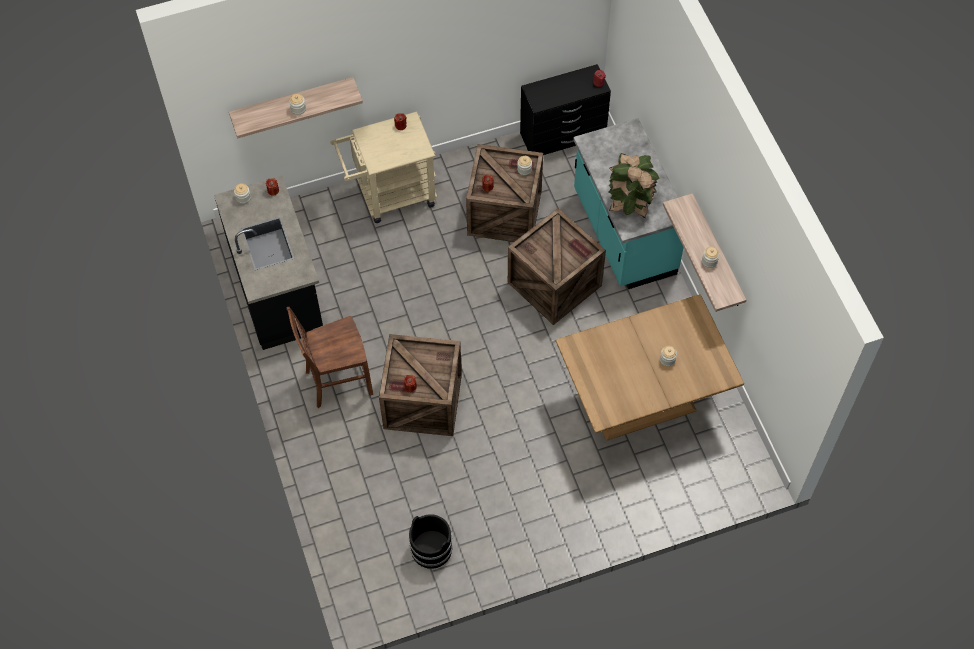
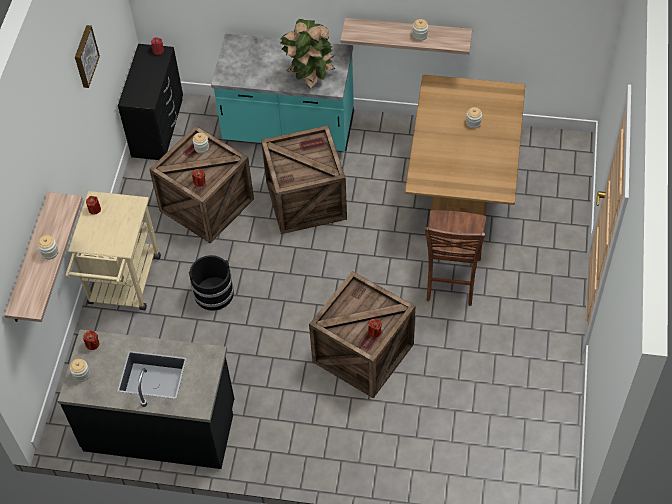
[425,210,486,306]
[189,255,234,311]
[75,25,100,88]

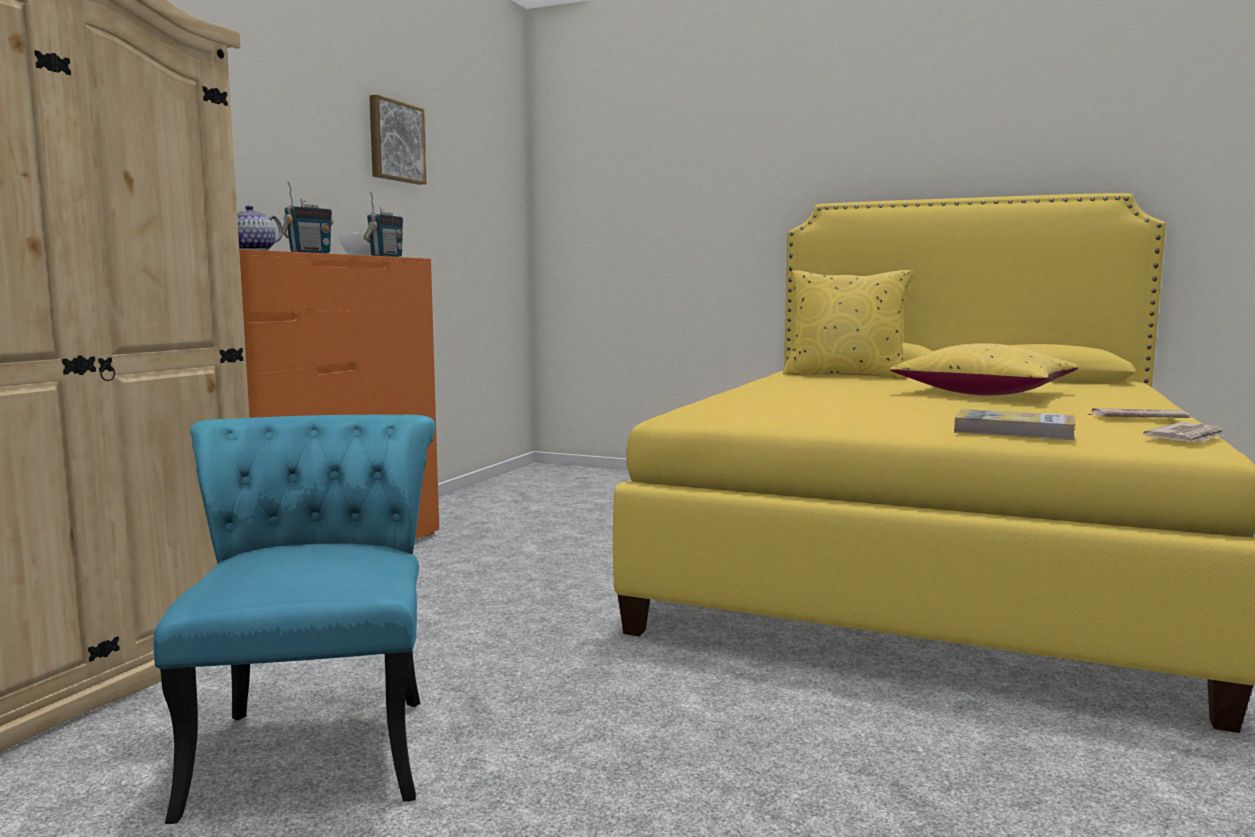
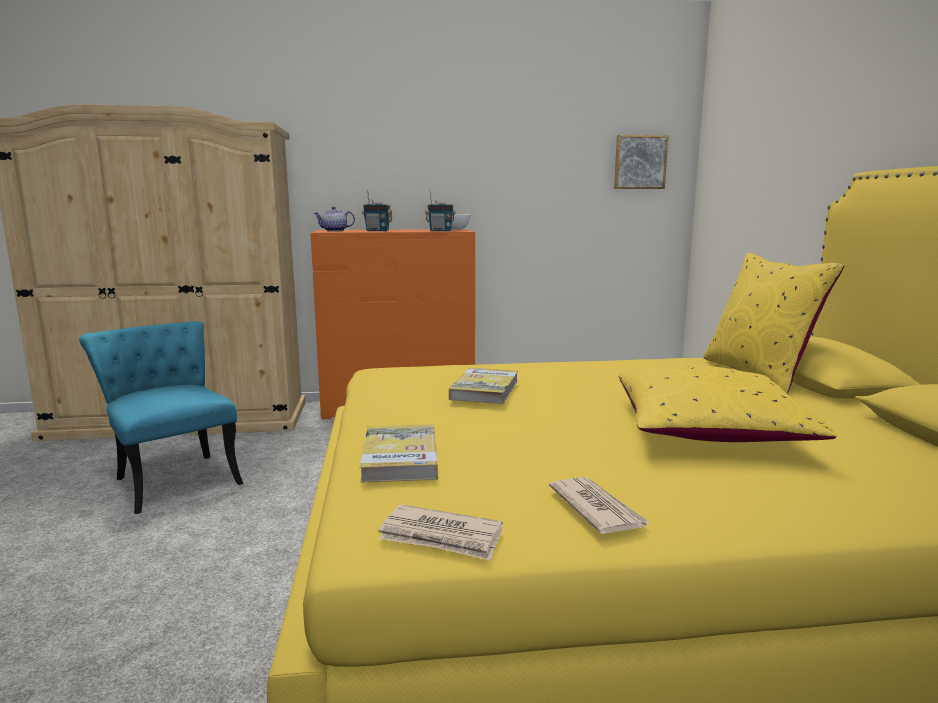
[79,321,244,514]
[614,135,668,189]
[449,368,518,404]

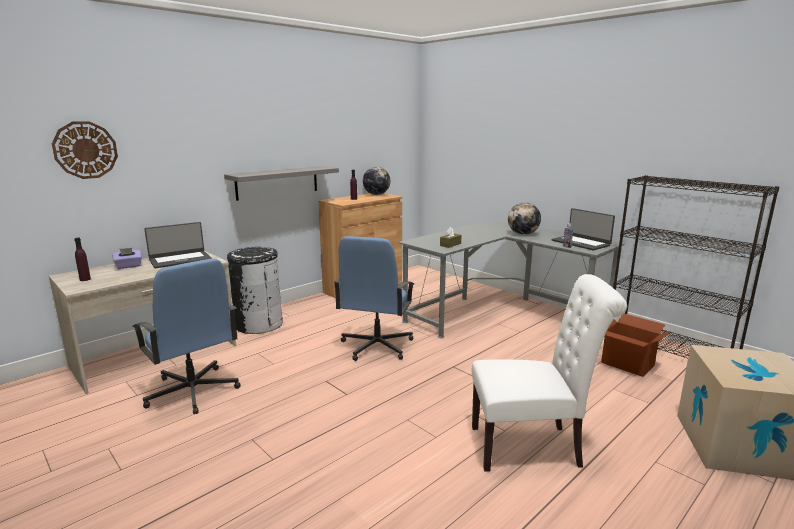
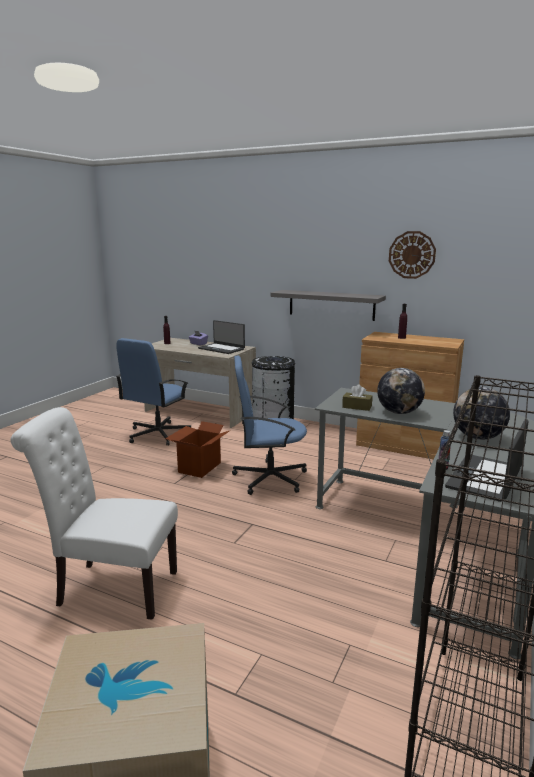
[389,231,436,279]
[377,368,425,414]
[10,407,178,620]
[165,421,229,478]

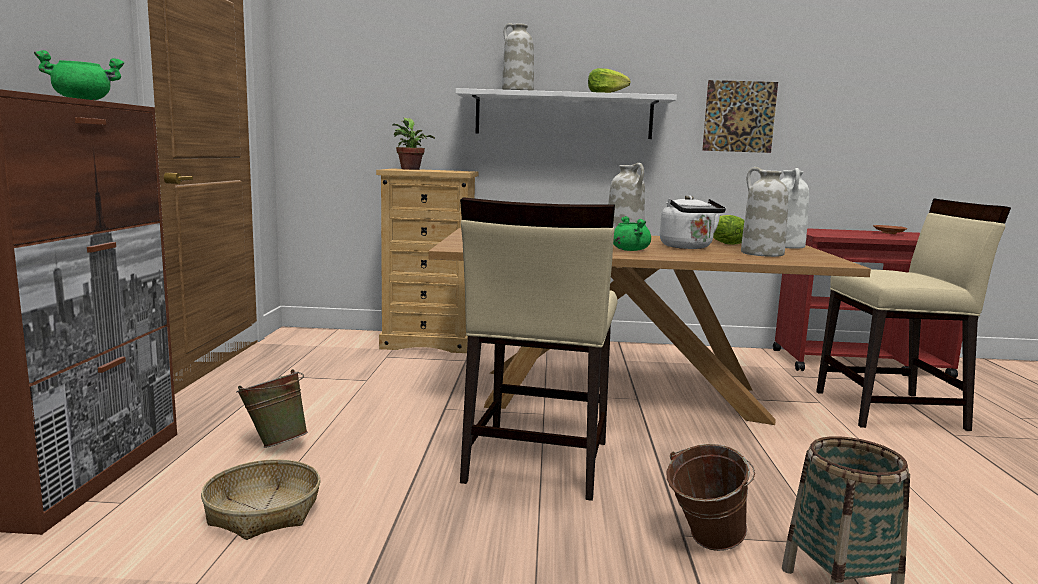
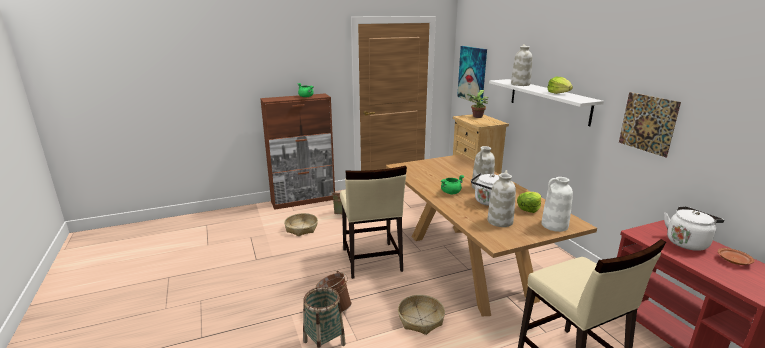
[340,166,407,279]
[398,295,445,335]
[457,46,487,104]
[664,206,724,251]

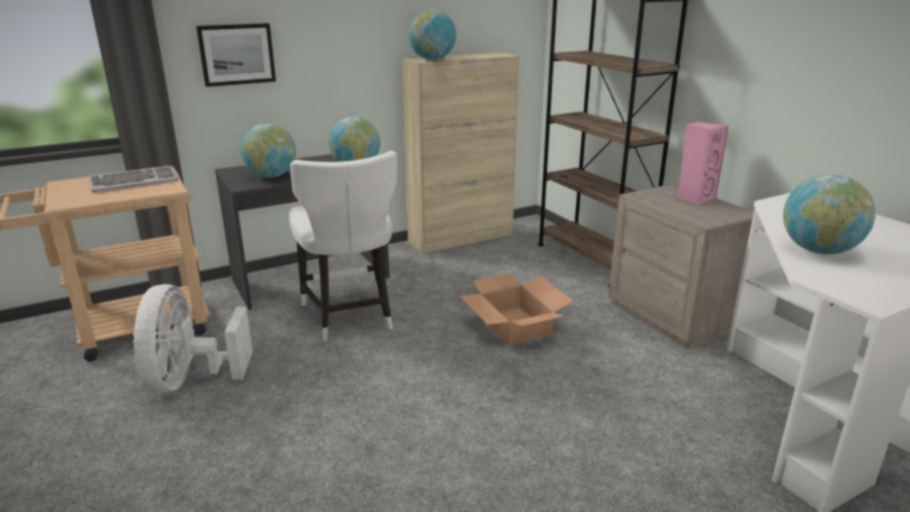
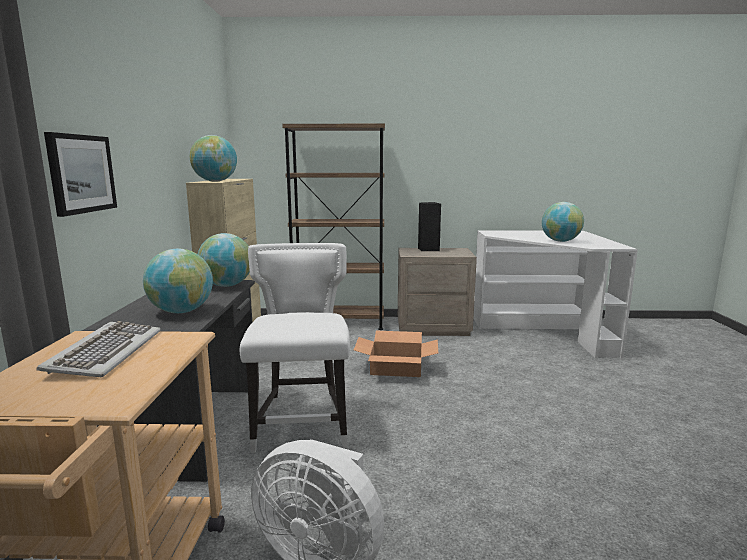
[240,243,350,453]
[418,202,441,251]

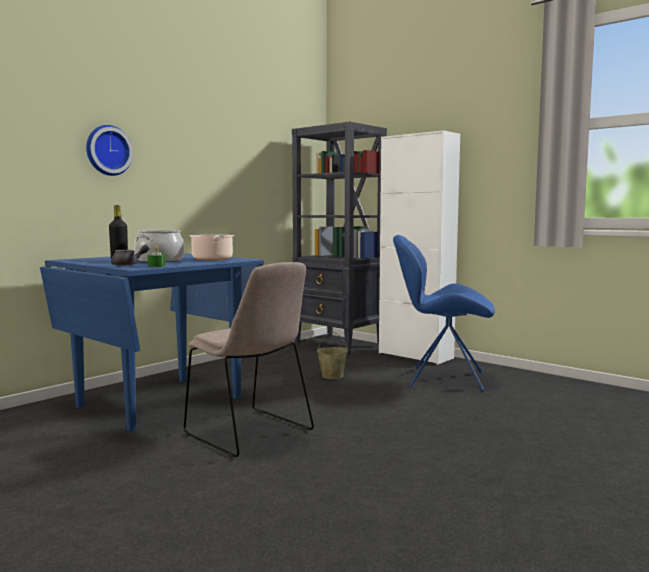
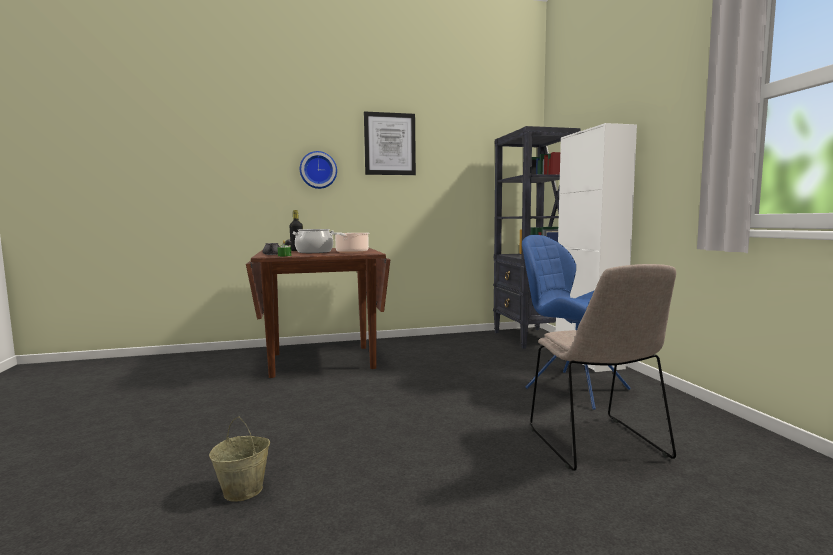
[246,248,390,378]
[530,264,676,471]
[209,417,270,502]
[364,112,416,175]

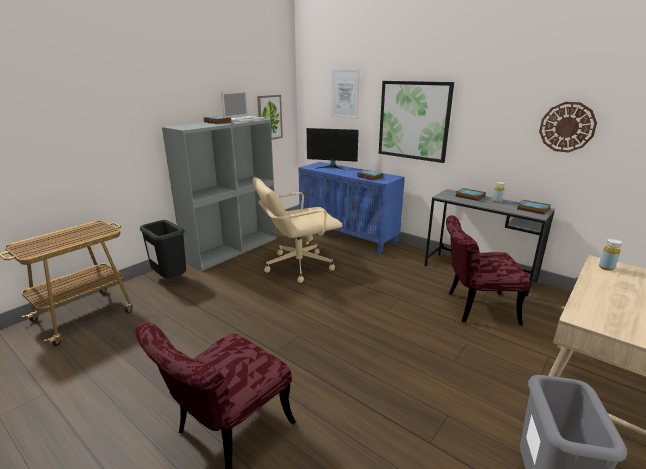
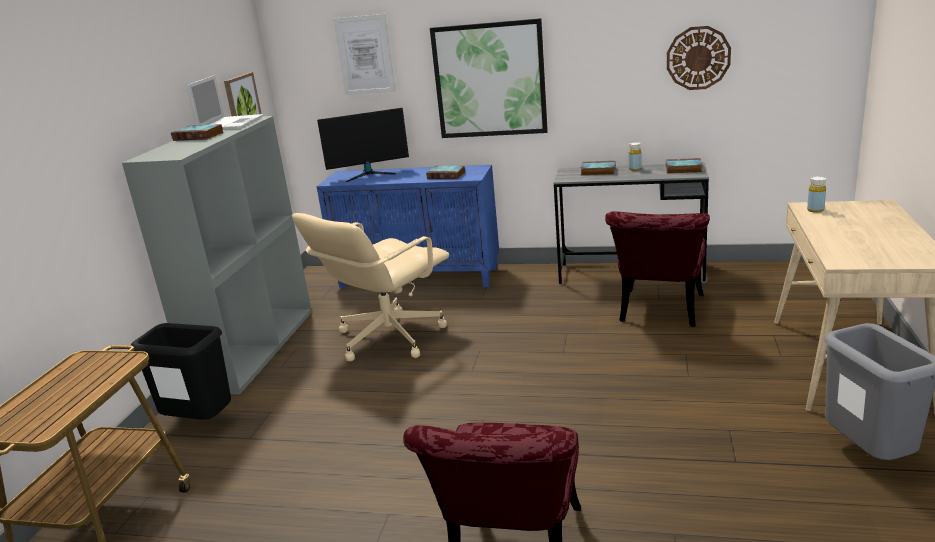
[605,212,710,327]

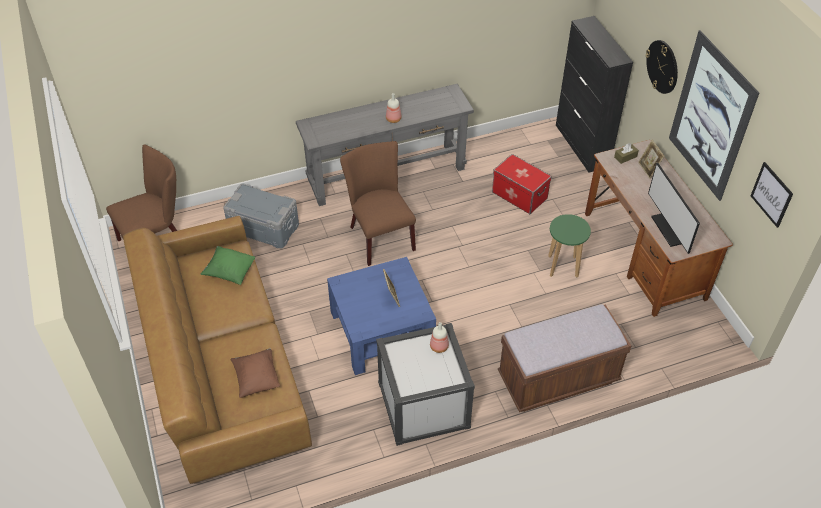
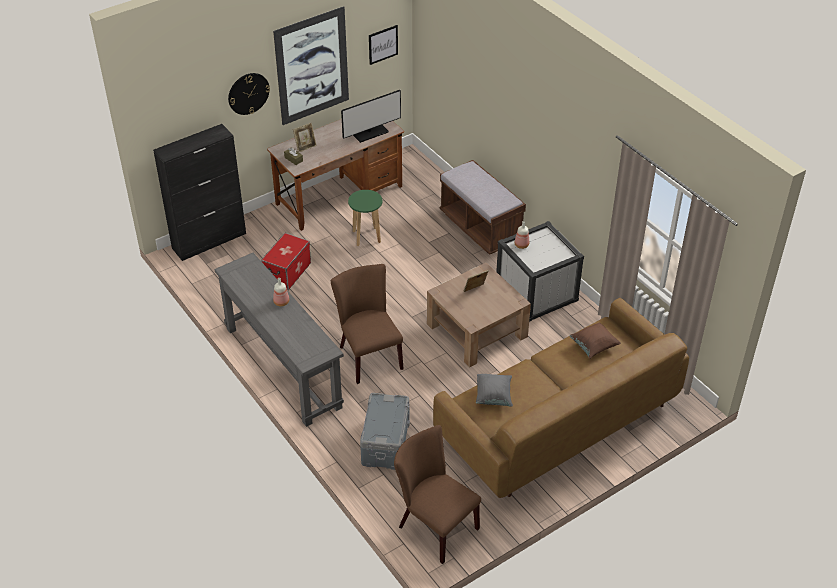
[476,374,513,407]
[427,263,531,367]
[331,264,404,384]

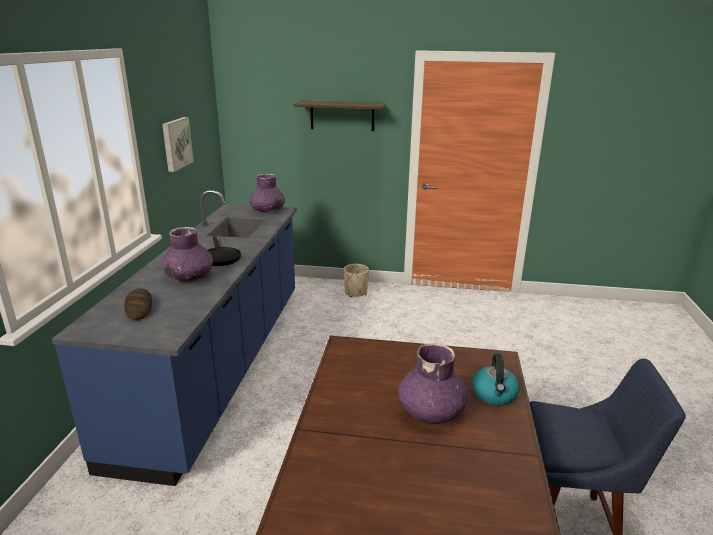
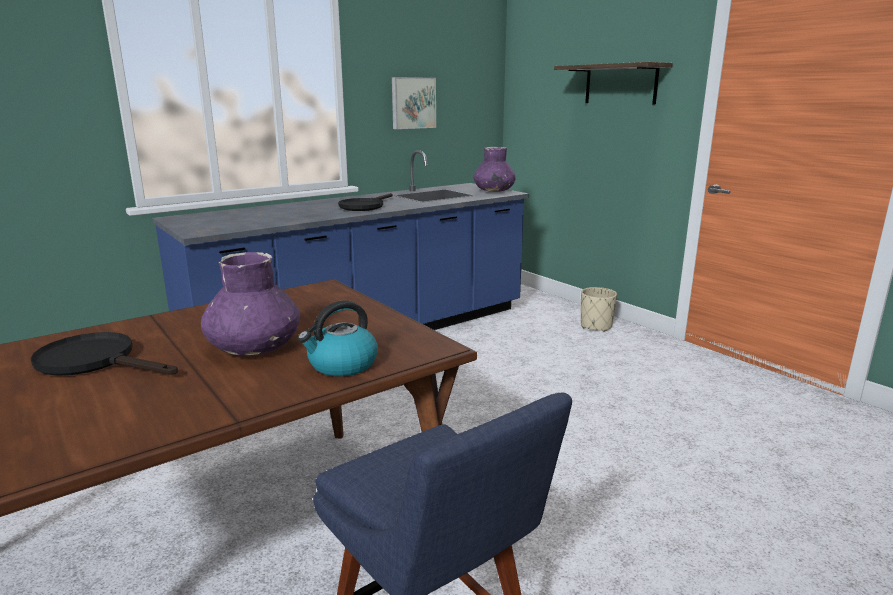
[125,288,152,320] (first image)
[161,227,213,282] (first image)
[31,332,178,376]

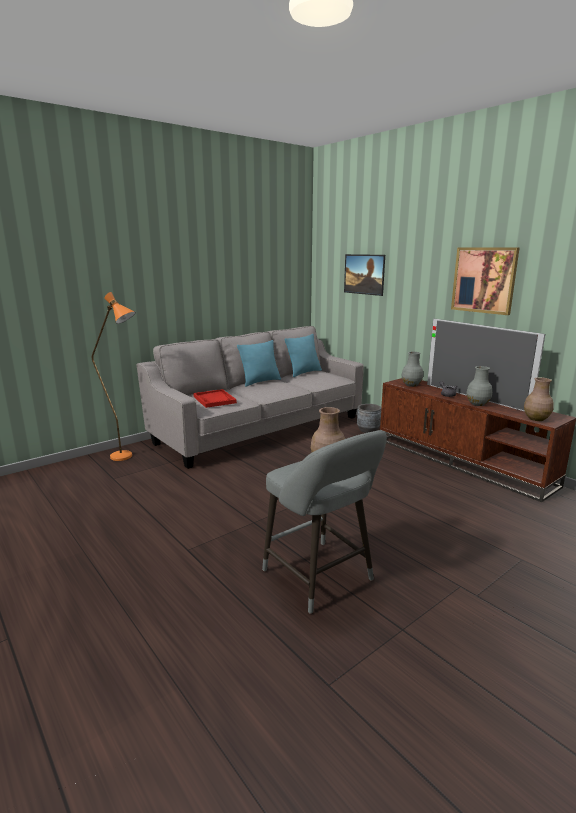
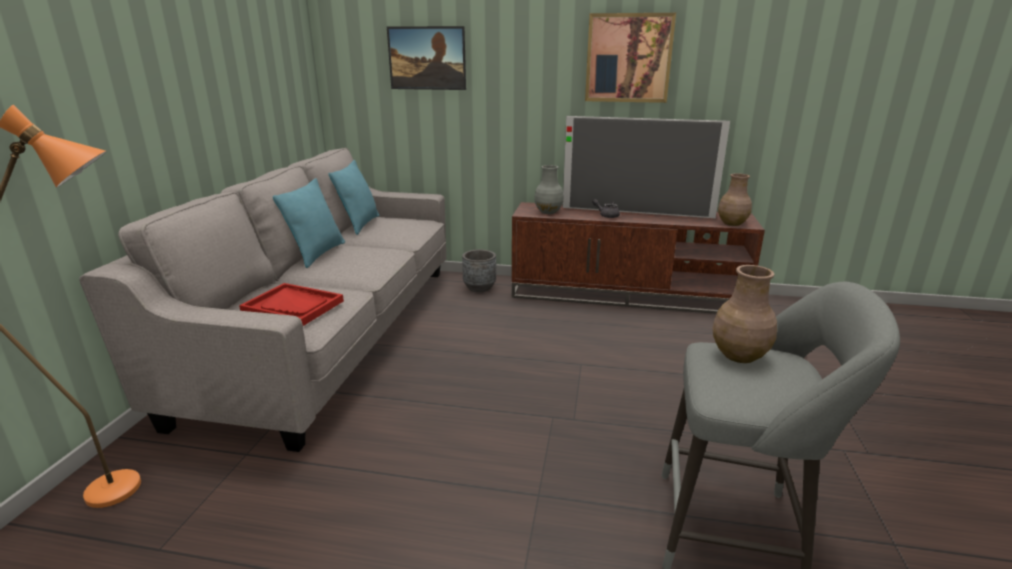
[466,366,492,406] (first image)

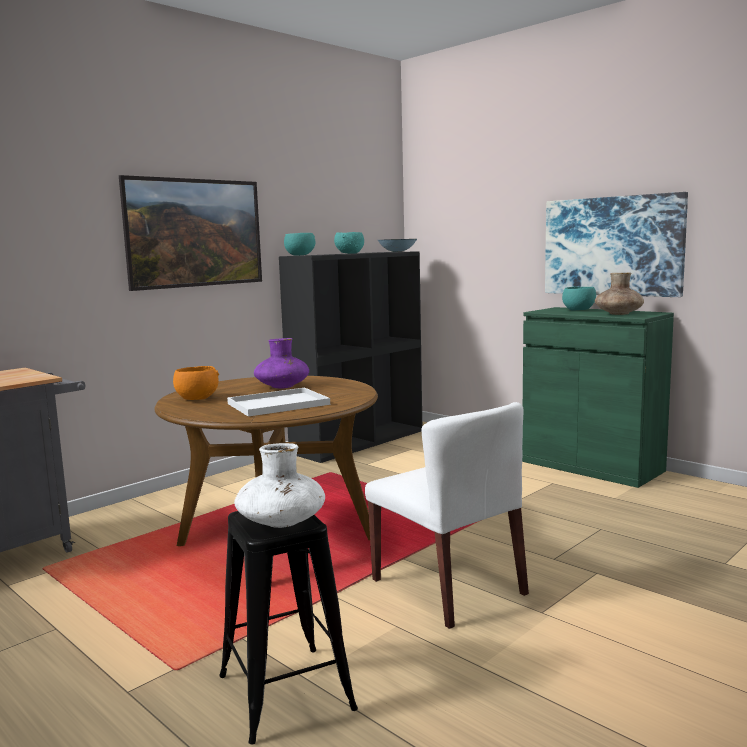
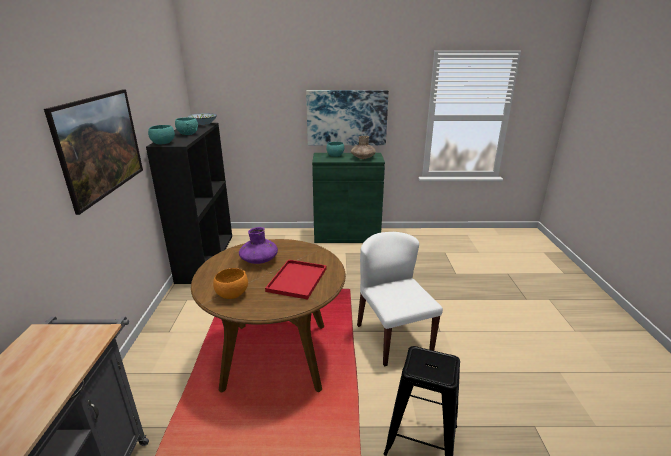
[265,259,327,300]
[234,443,325,528] (first image)
[357,232,443,367]

